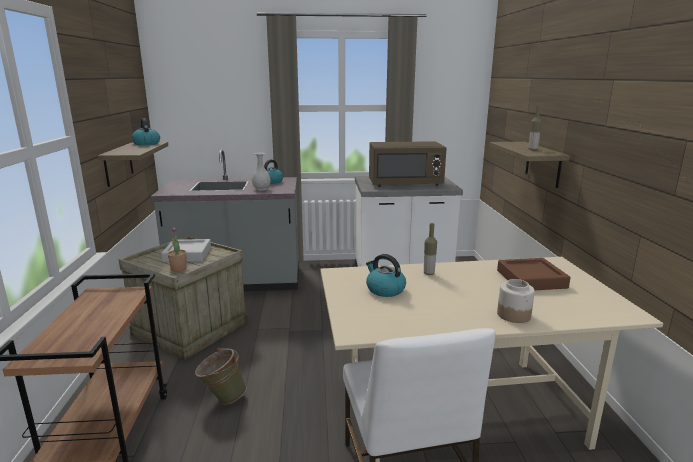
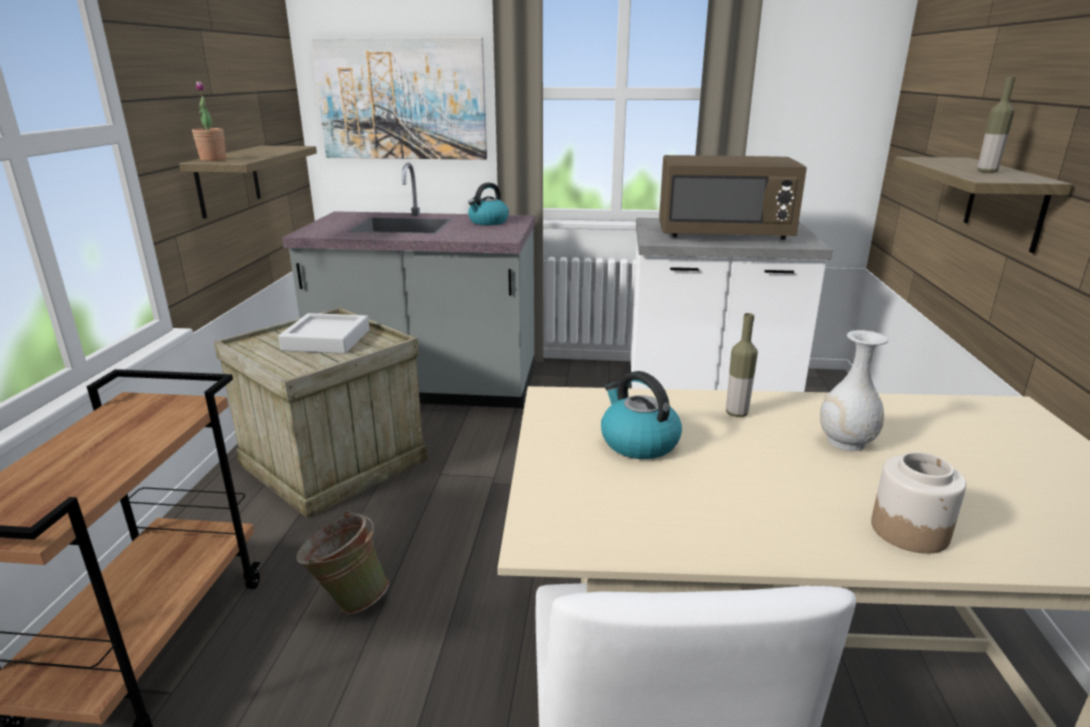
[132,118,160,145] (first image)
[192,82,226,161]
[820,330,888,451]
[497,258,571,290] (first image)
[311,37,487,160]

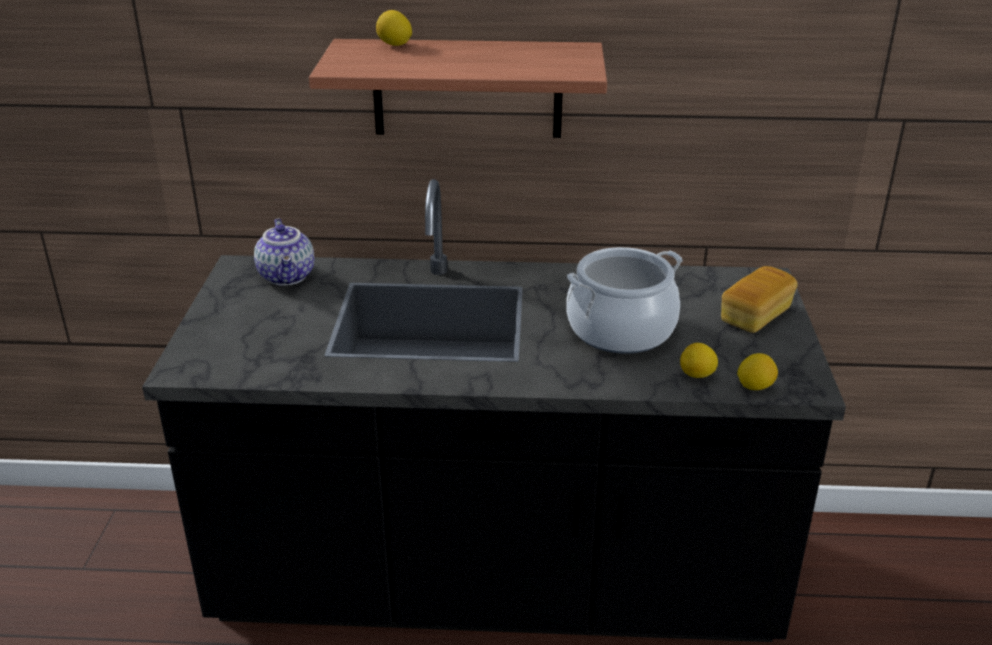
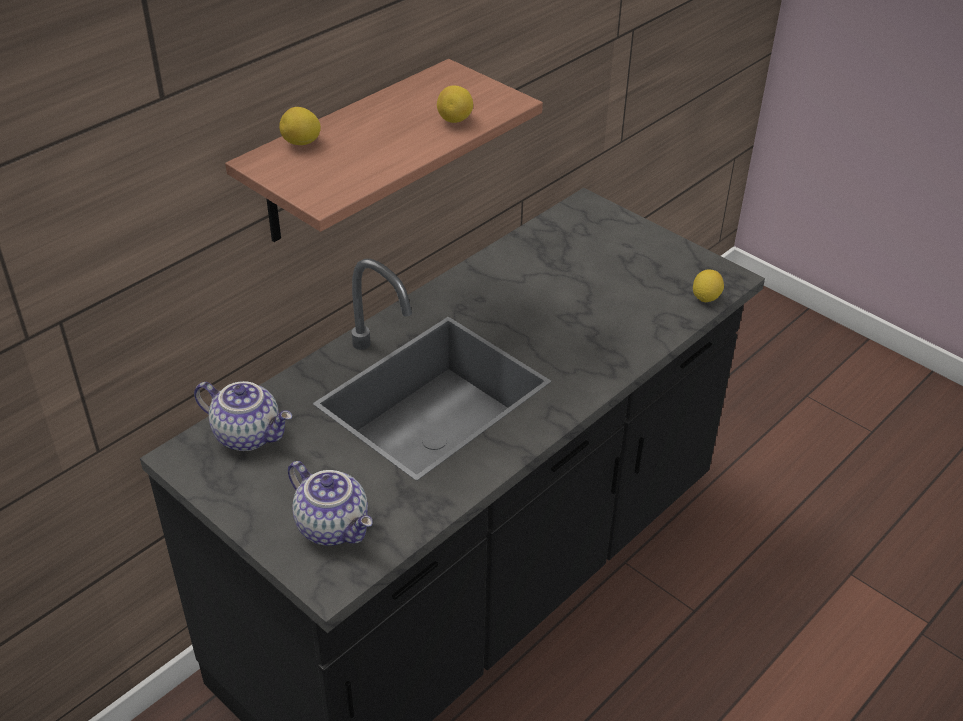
[567,247,683,354] (first image)
[437,85,473,123]
[721,266,798,333] (first image)
[288,461,373,546]

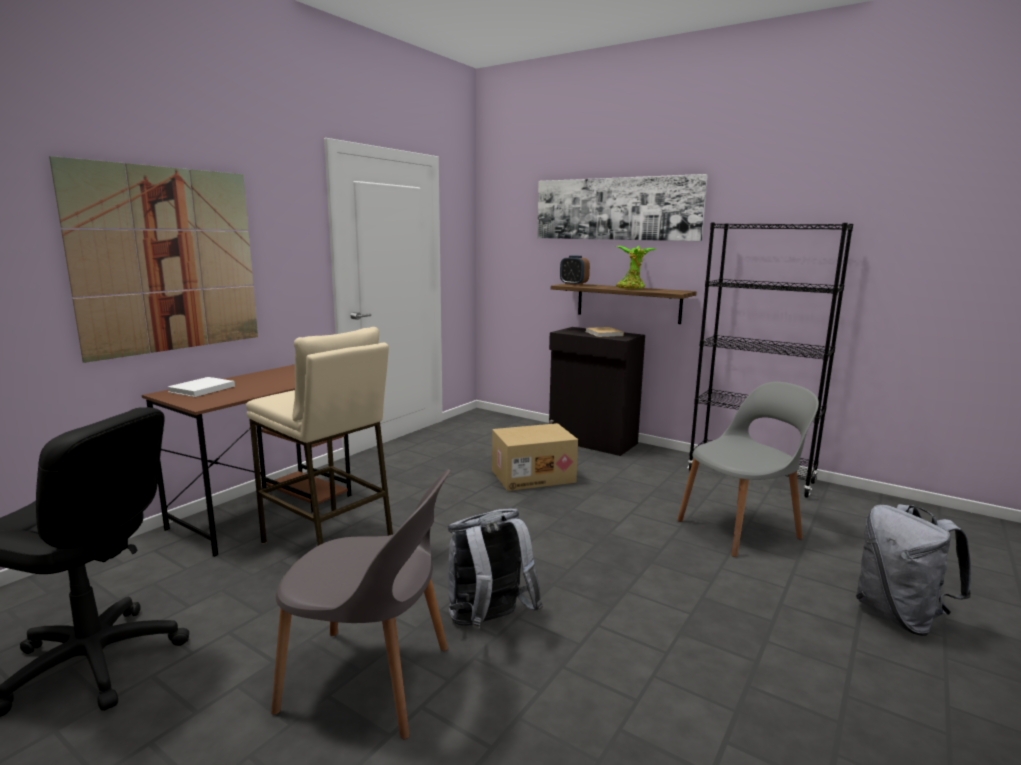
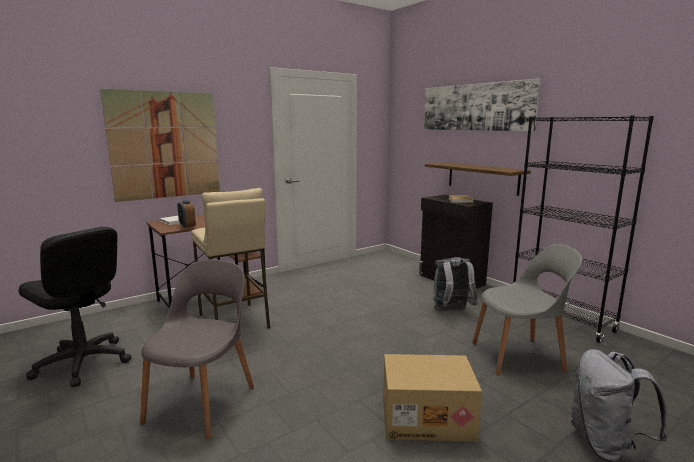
[140,259,254,439]
[433,257,478,311]
[383,354,482,442]
[178,200,196,228]
[616,245,656,289] (first image)

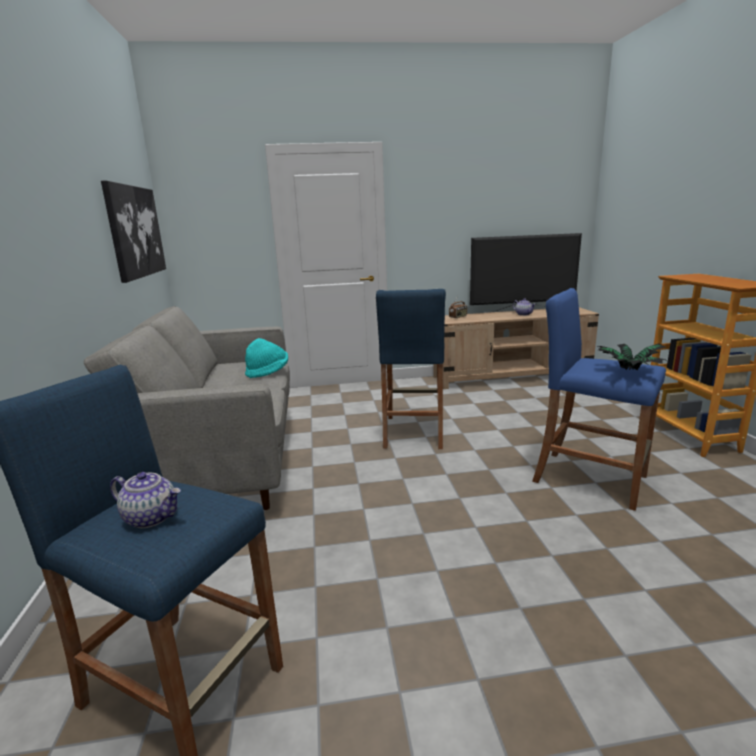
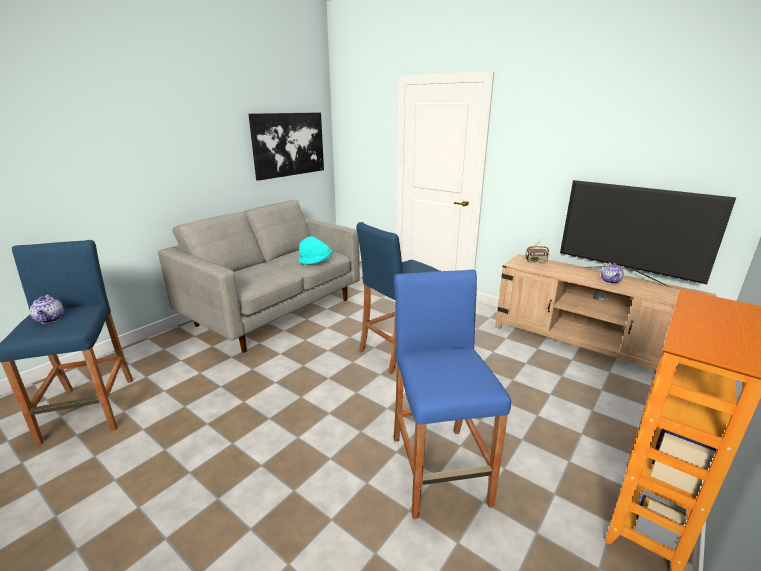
[598,344,668,370] (first image)

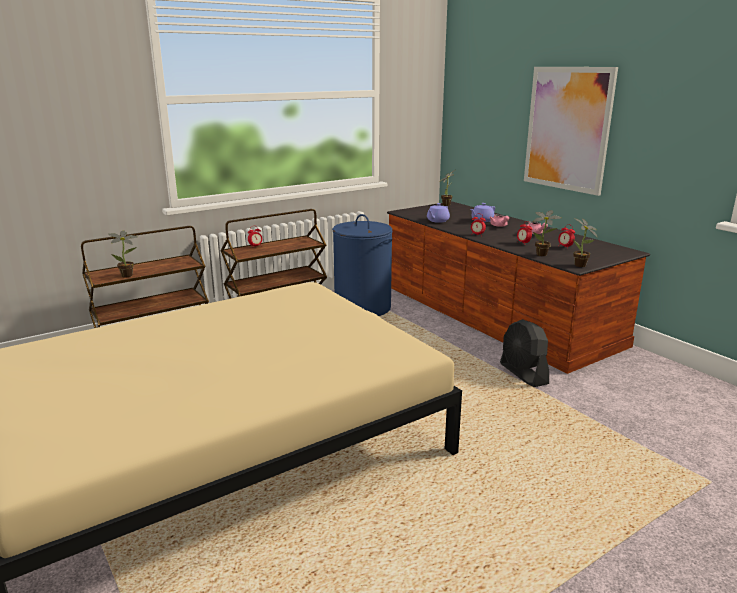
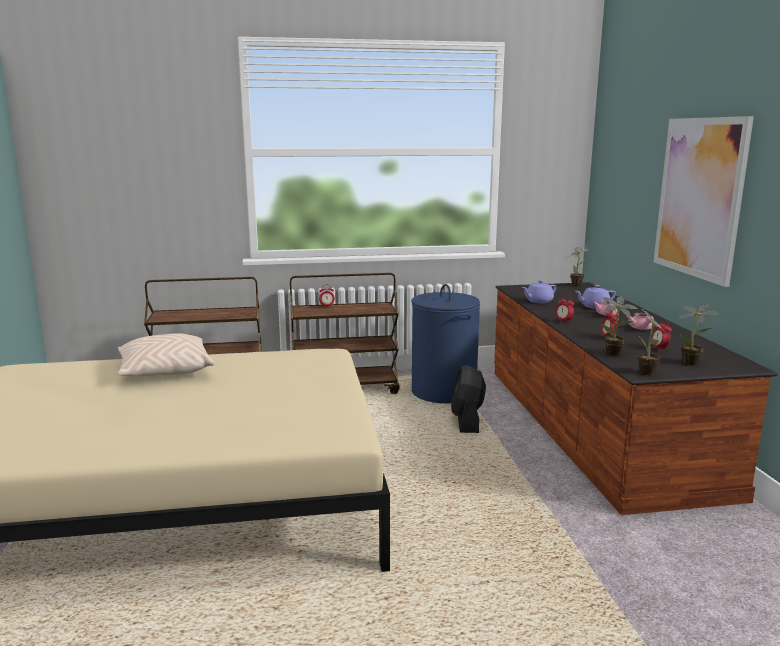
[678,304,719,365]
[451,365,486,433]
[117,333,214,377]

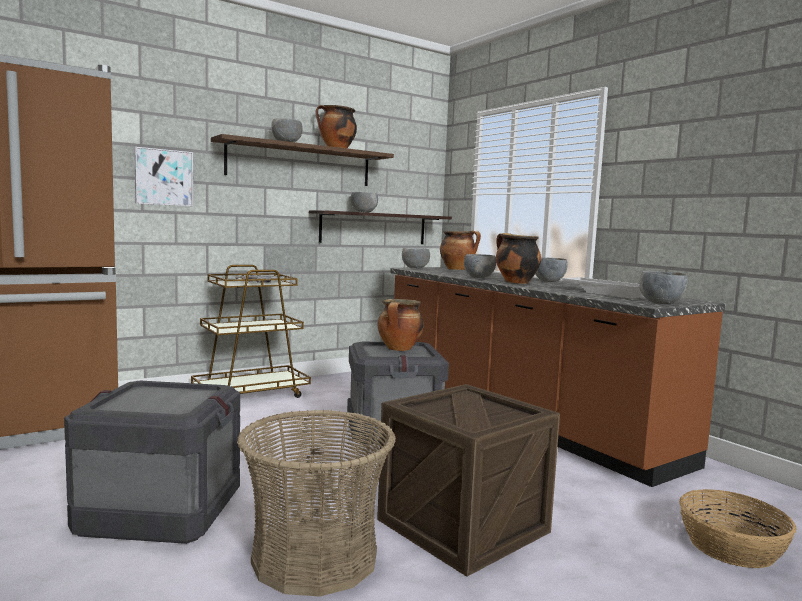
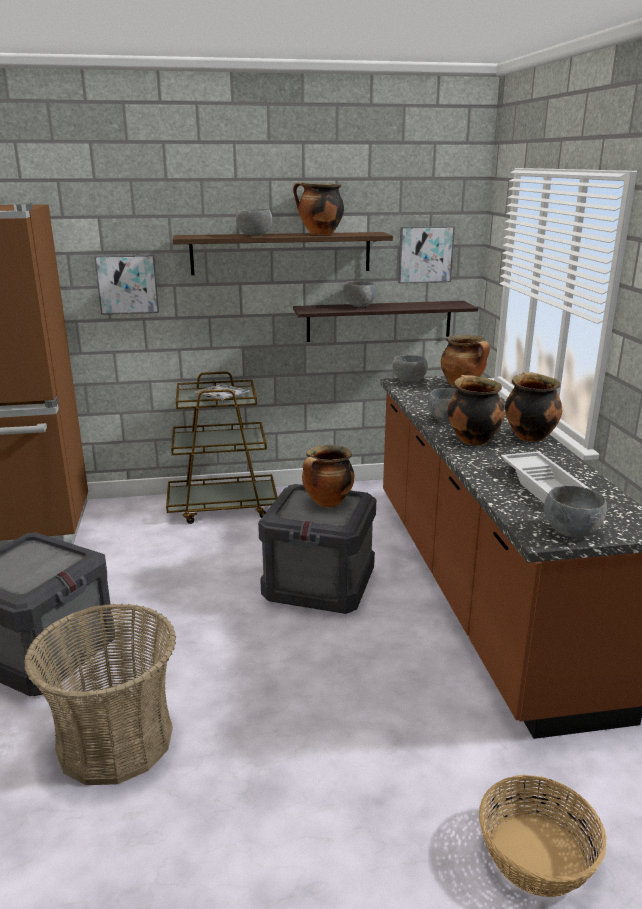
[377,384,560,577] (first image)
[505,372,562,442]
[398,226,455,284]

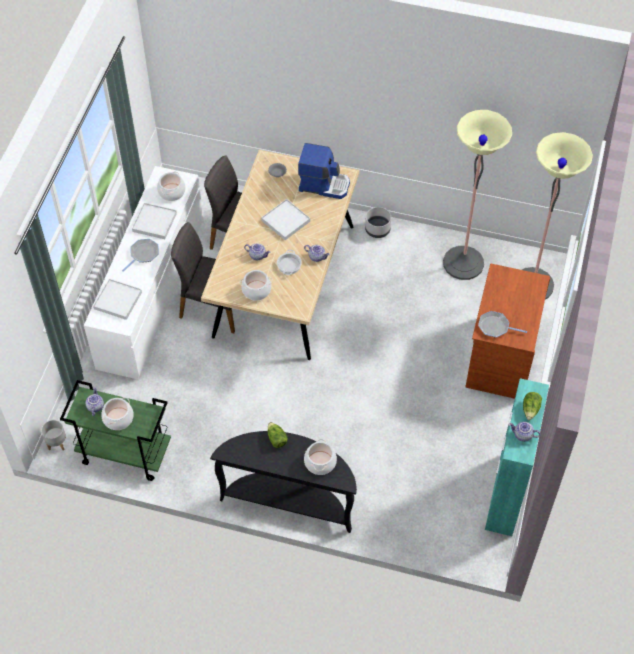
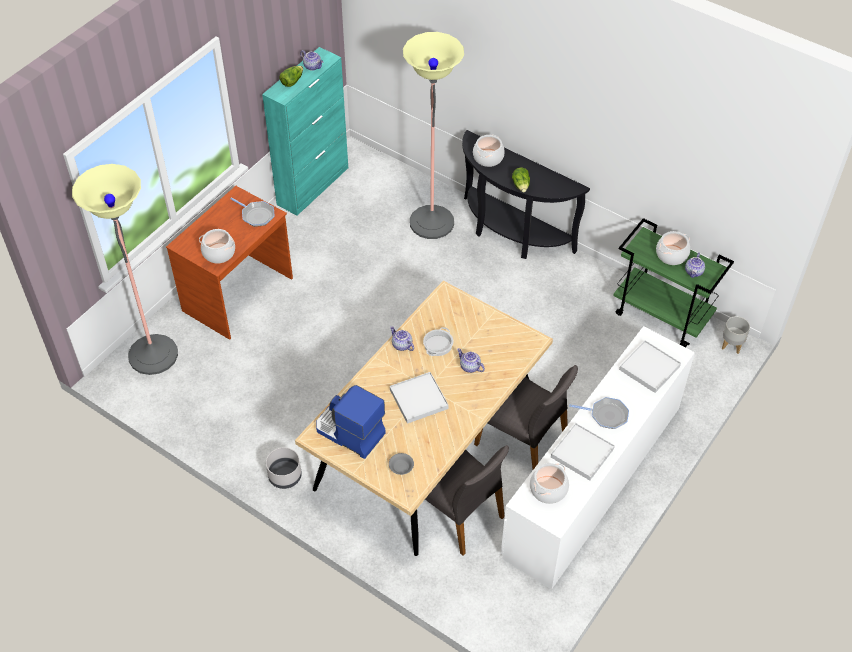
[569,397,629,429]
[199,229,235,264]
[403,32,464,239]

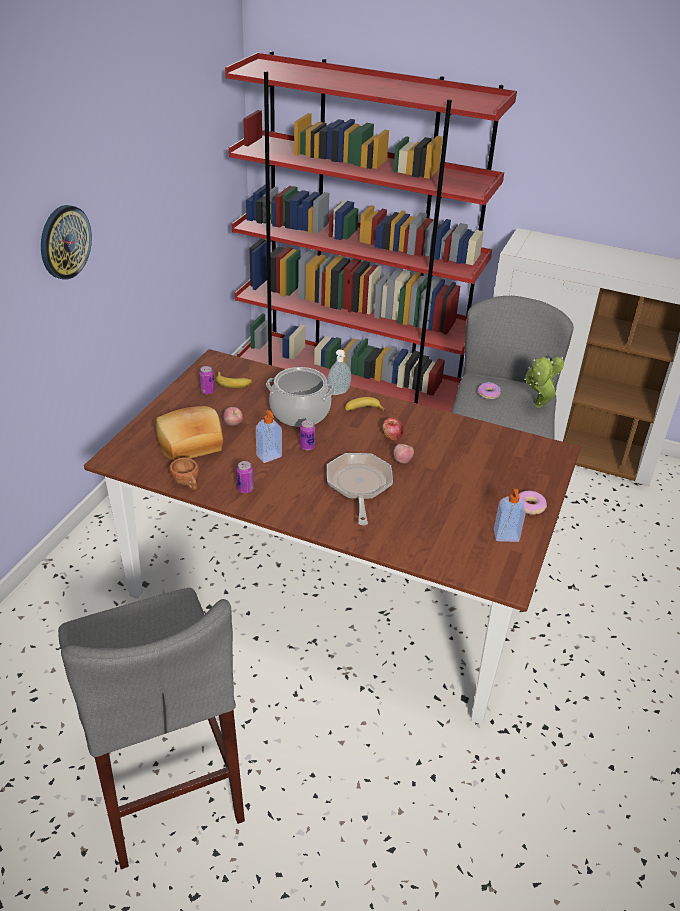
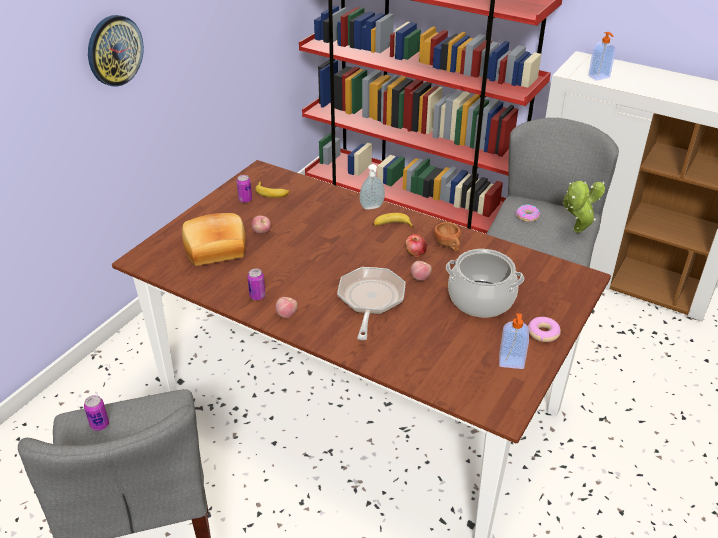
[434,222,461,252]
[588,32,616,81]
[446,249,524,318]
[84,395,109,431]
[275,297,298,318]

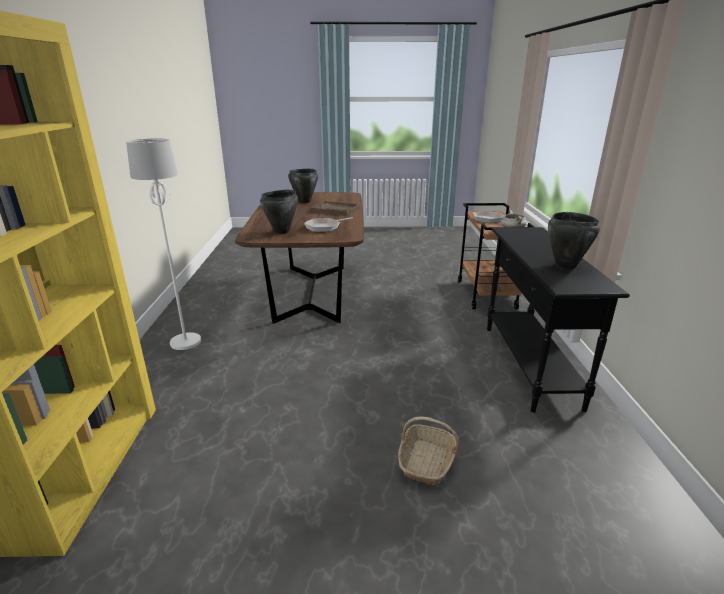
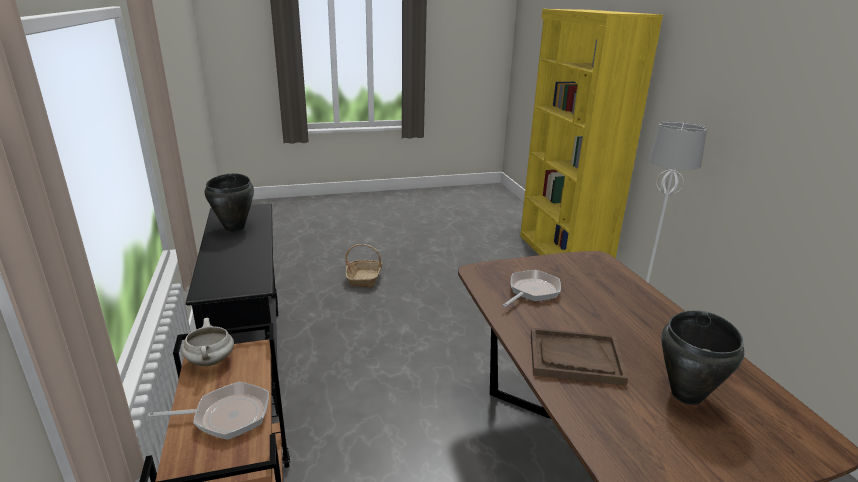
[260,190,298,234] (first image)

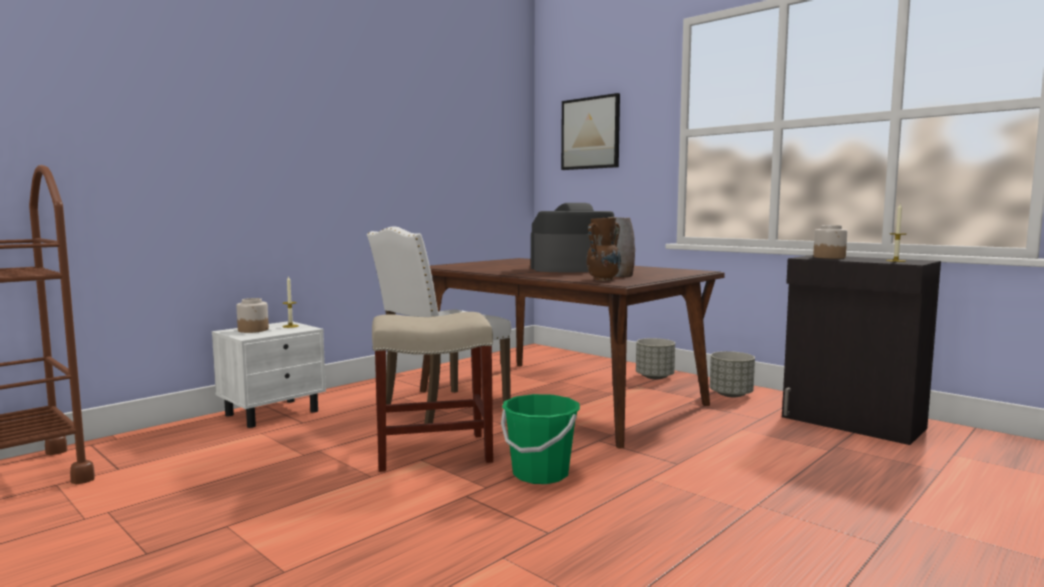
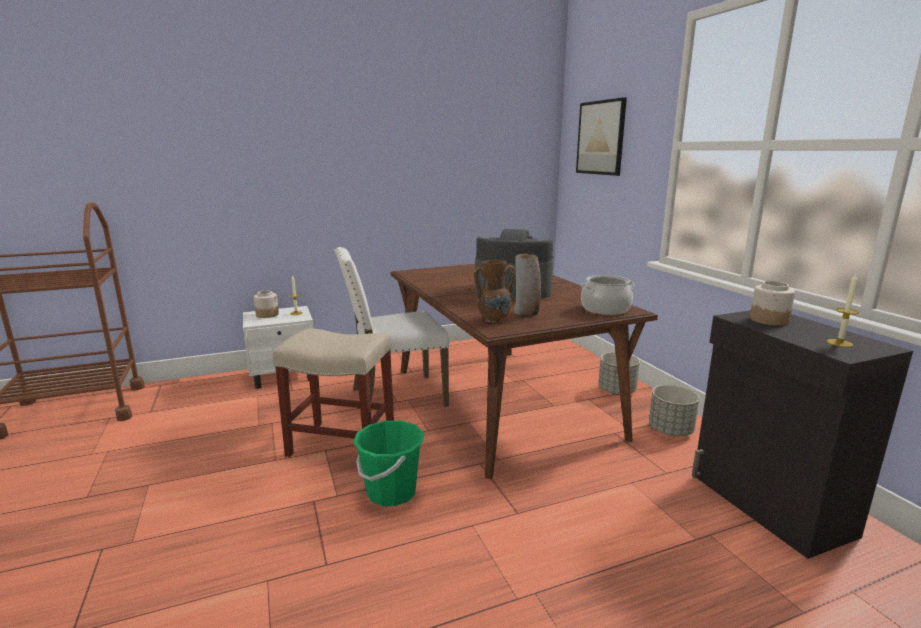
[581,275,634,315]

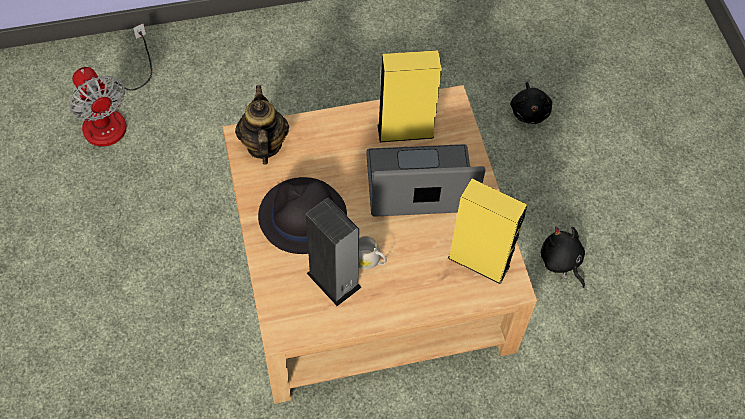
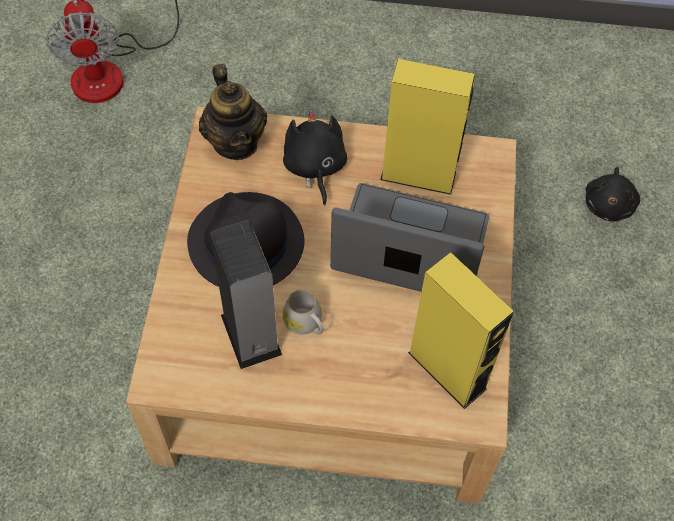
[199,64,267,160]
[283,110,347,206]

